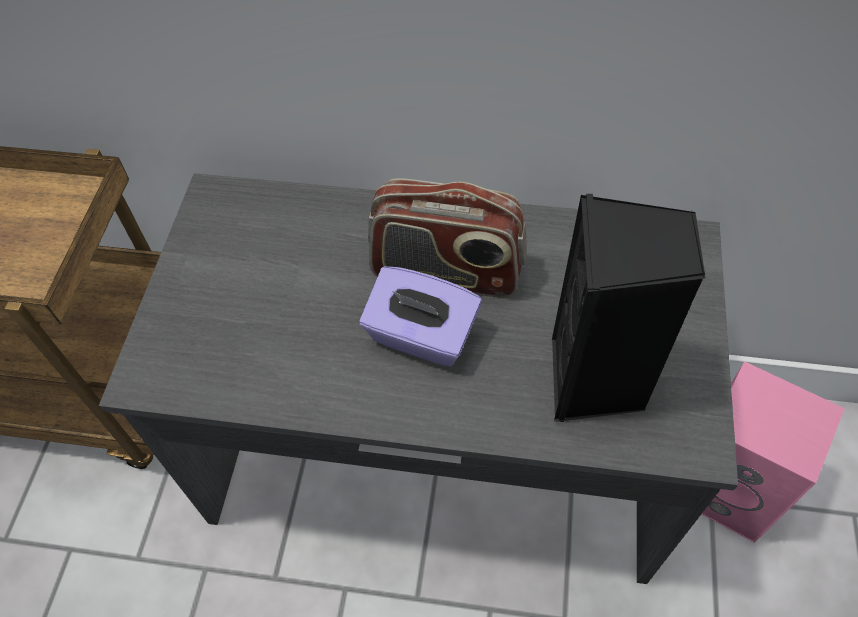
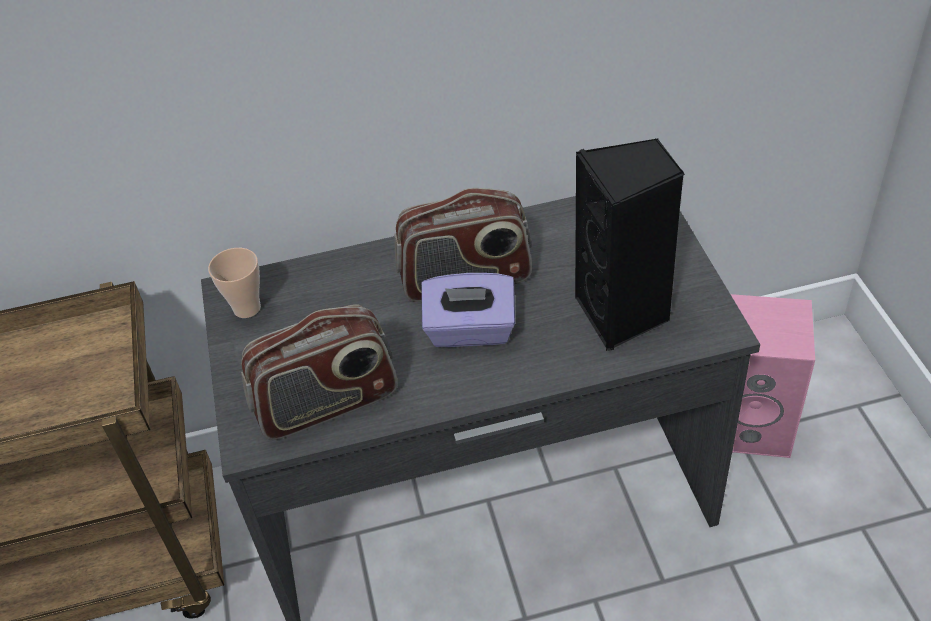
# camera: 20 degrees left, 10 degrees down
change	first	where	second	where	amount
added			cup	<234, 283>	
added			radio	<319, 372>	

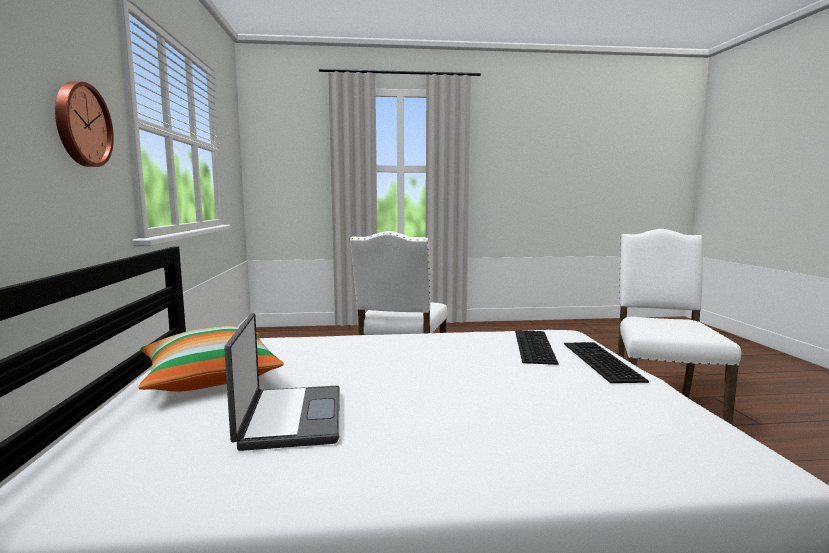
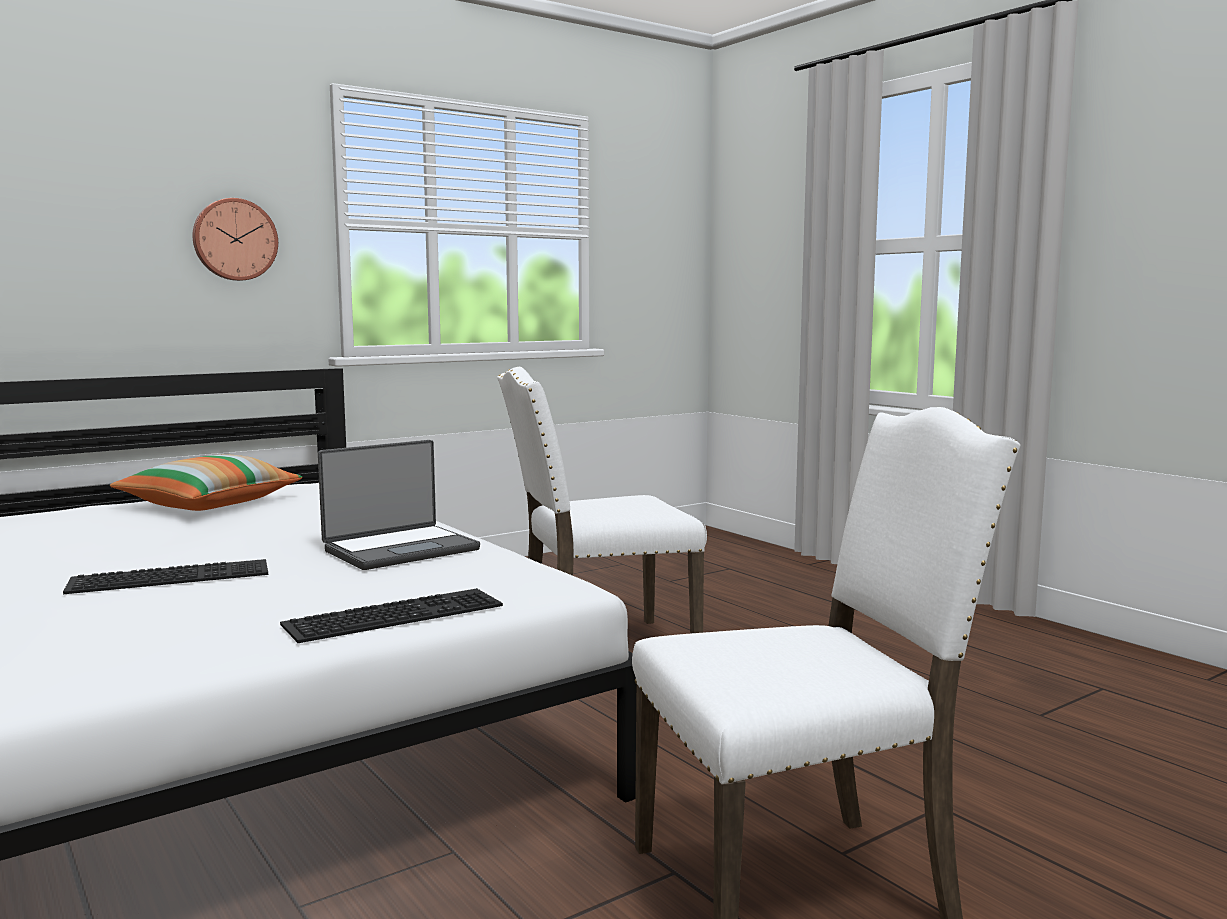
# camera: 60 degrees right, 0 degrees up
change	first	where	second	where	amount
moved	laptop	<282, 382>		<399, 505>	
moved	keyboard	<536, 347>		<165, 576>	

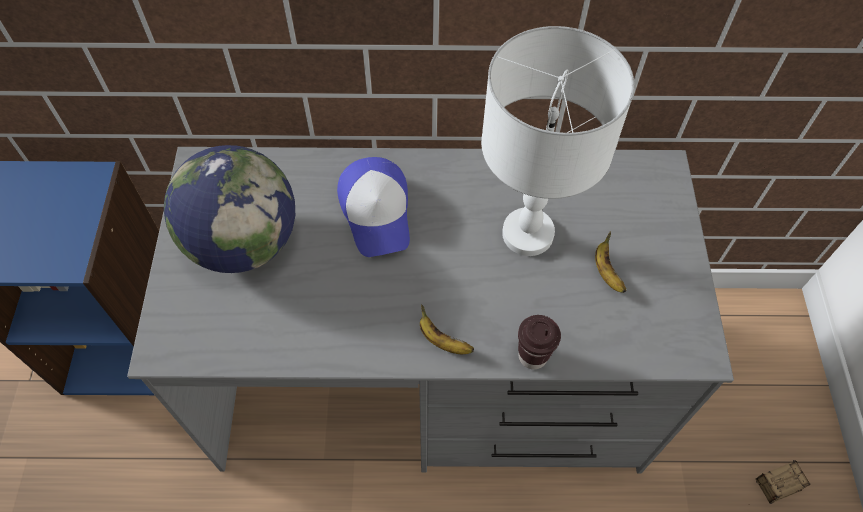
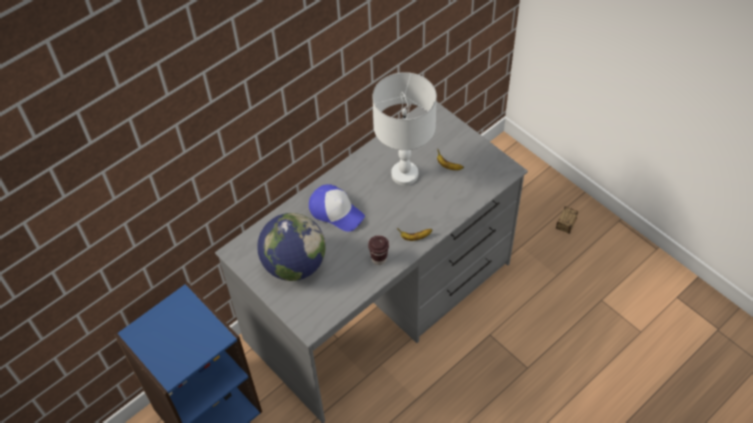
# camera: 40 degrees left, 5 degrees down
change	first	where	second	where	amount
moved	brown cup	<539, 342>		<378, 250>	

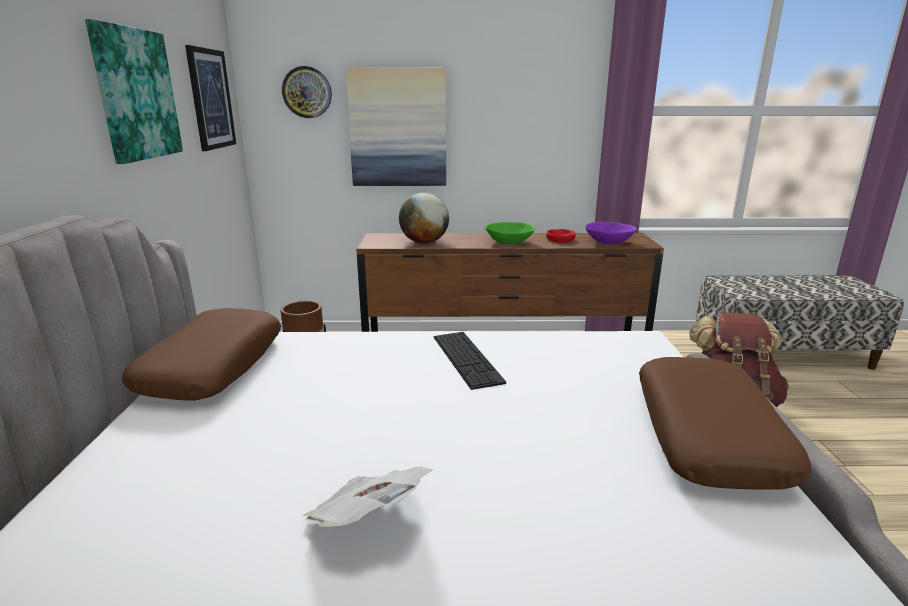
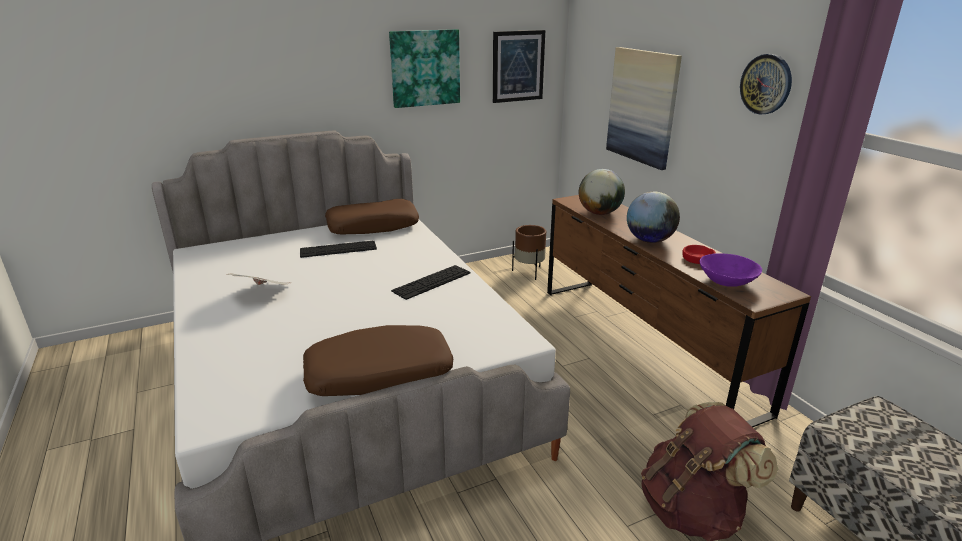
# camera: 65 degrees right, 5 degrees up
change	first	where	second	where	amount
moved	wall clock	<307, 92>		<766, 84>	
replaced	green bowl	<510, 233>	globe	<653, 217>	
added			keyboard	<338, 249>	

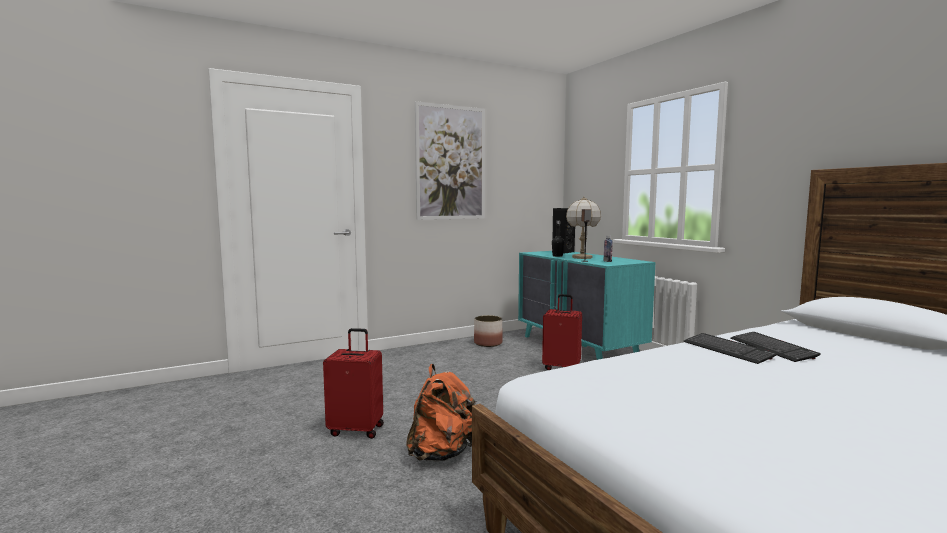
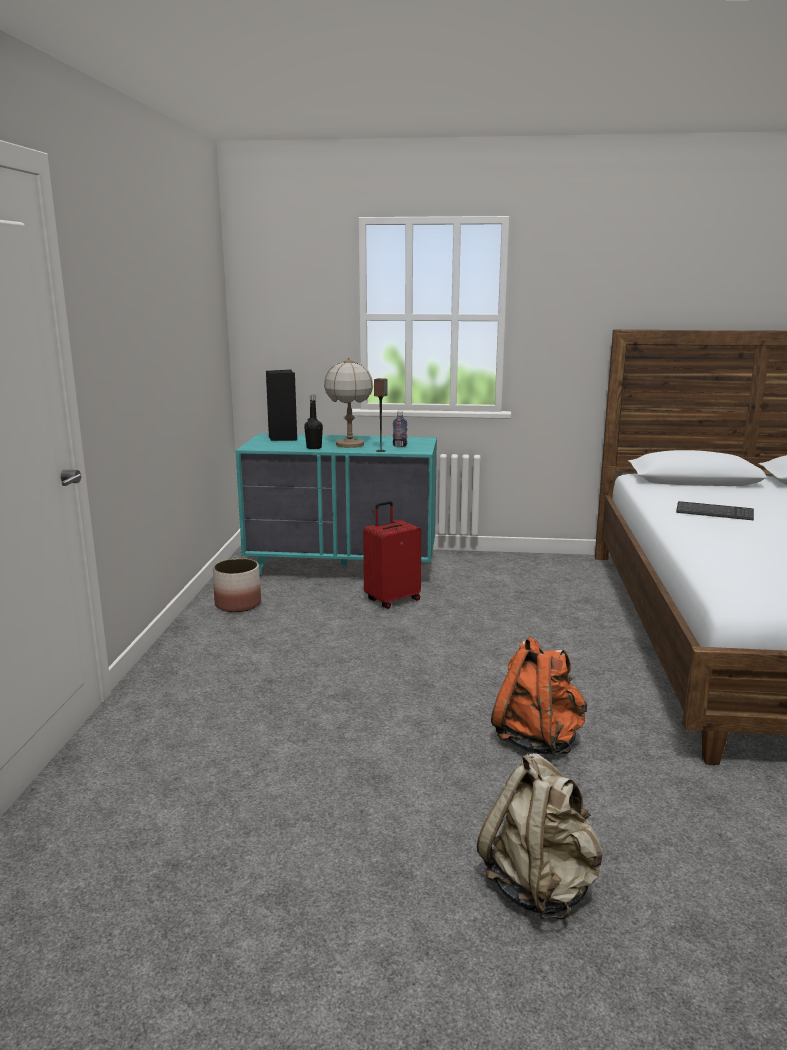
# camera: 55 degrees left, 10 degrees up
change	first	where	second	where	amount
removed	picture	<450, 160>			
removed	red suitcase	<353, 383>			
removed	keyboard	<730, 348>			
added			beige backpack	<540, 836>	

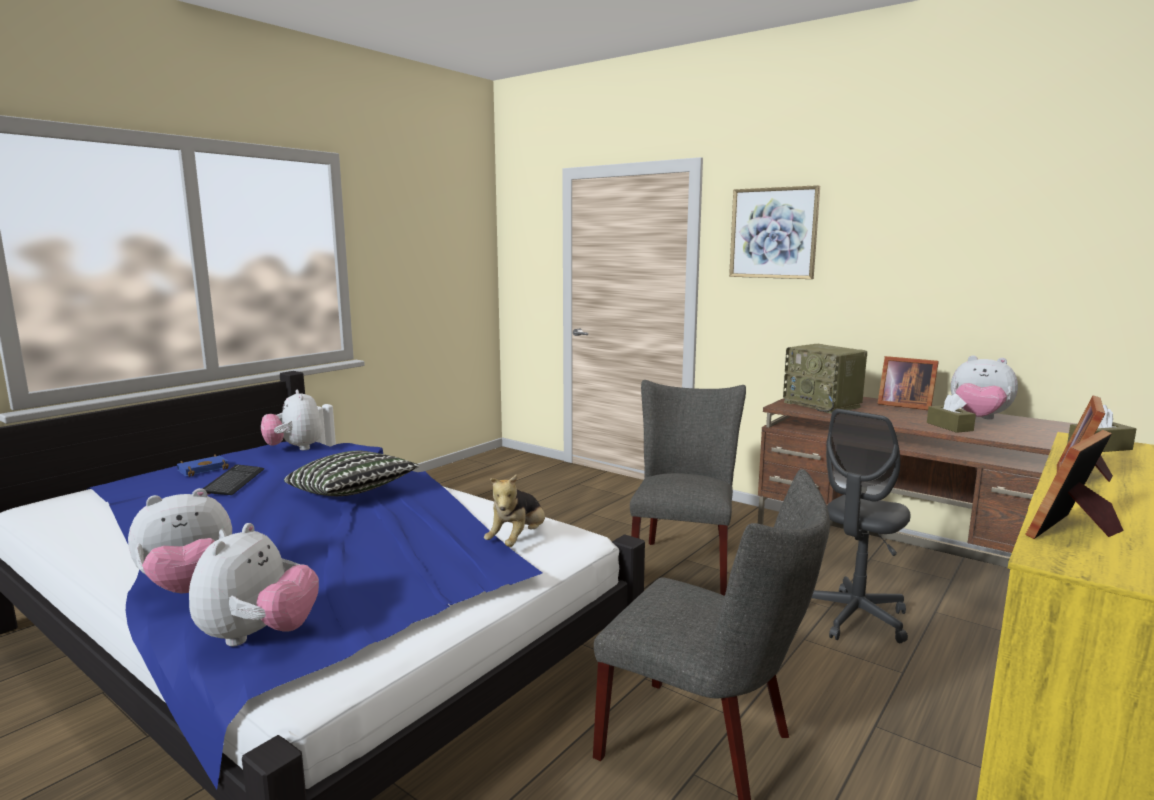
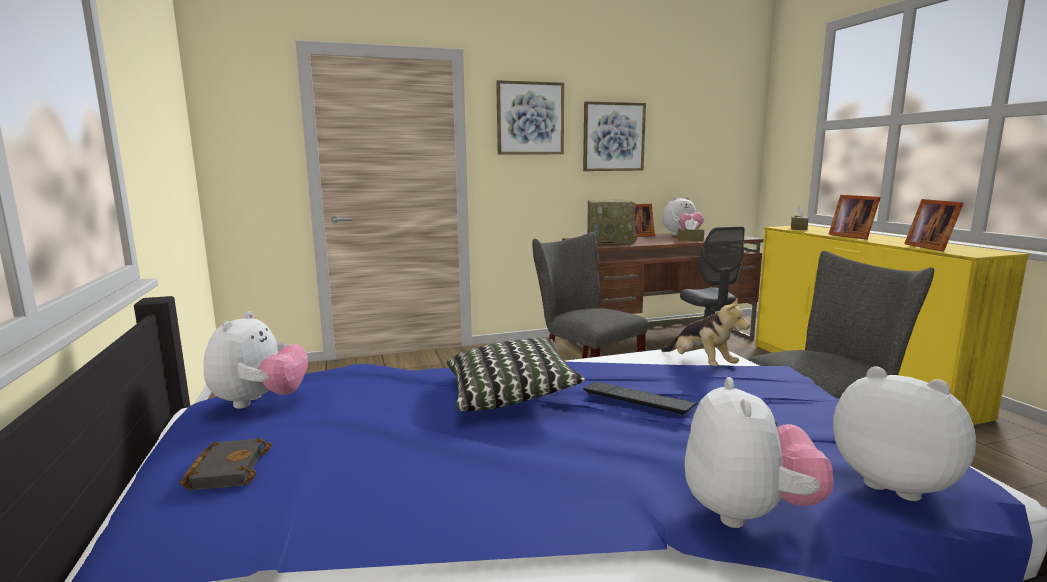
# camera: 55 degrees left, 0 degrees up
change	first	where	second	where	amount
turned	plush toy	<292, 420>		<255, 360>	90 degrees counterclockwise
recoloured	blue book	<203, 465>	black book	<226, 464>	
moved	keyboard	<233, 479>		<640, 399>	
added			picture	<614, 136>	

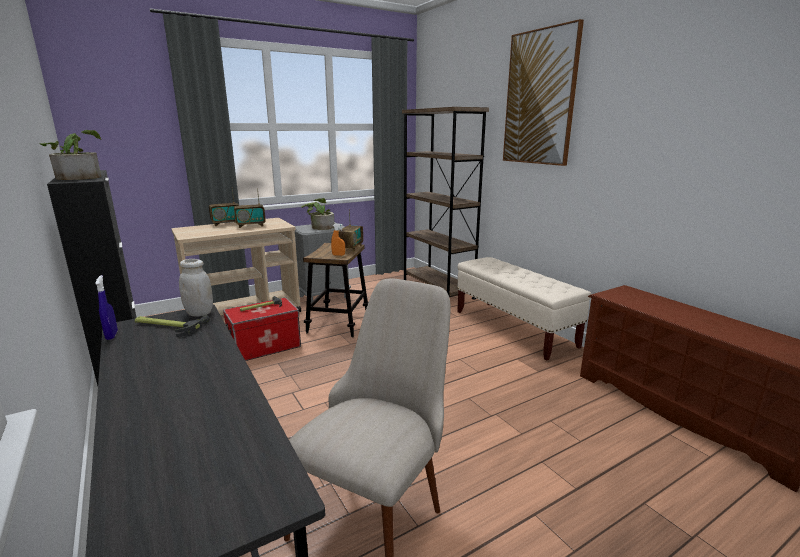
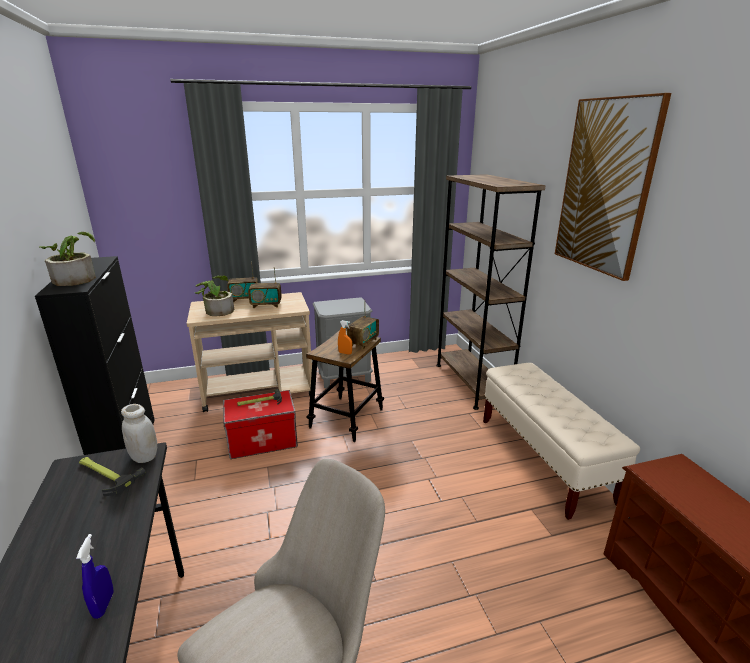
# camera: 15 degrees right, 5 degrees up
change	first	where	second	where	amount
moved	potted plant	<317, 214>		<214, 295>	
moved	blue spray bottle	<106, 307>		<95, 576>	

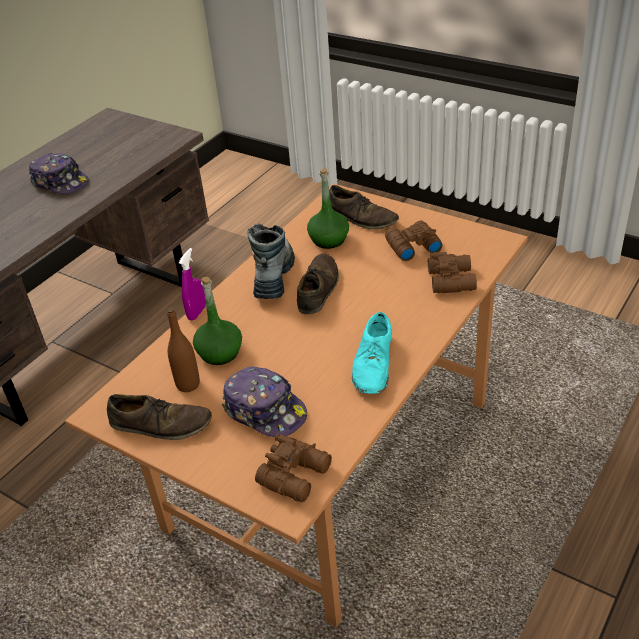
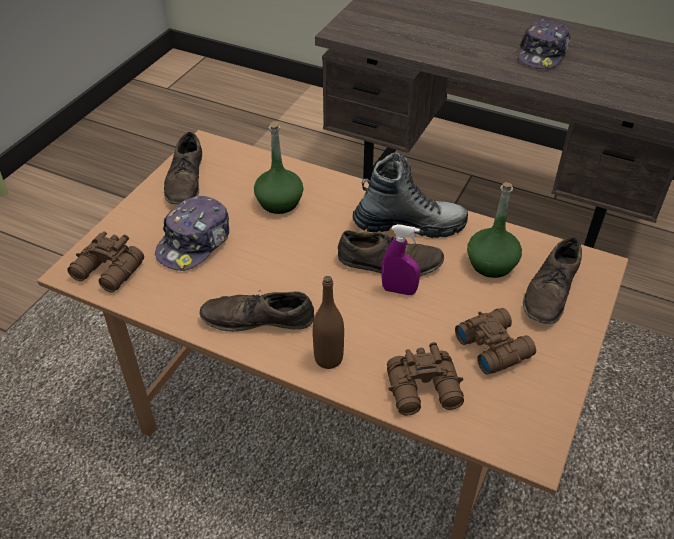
# camera: 80 degrees right, 5 degrees up
change	first	where	second	where	amount
moved	purple spray bottle	<192, 284>		<400, 259>	
moved	brown bottle	<183, 350>		<328, 322>	
recoloured	turquoise shoe	<372, 353>	brown shoe	<257, 311>	

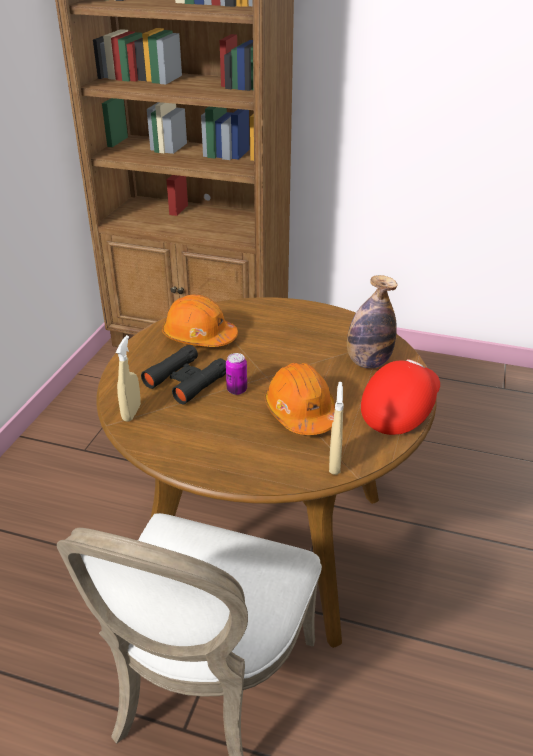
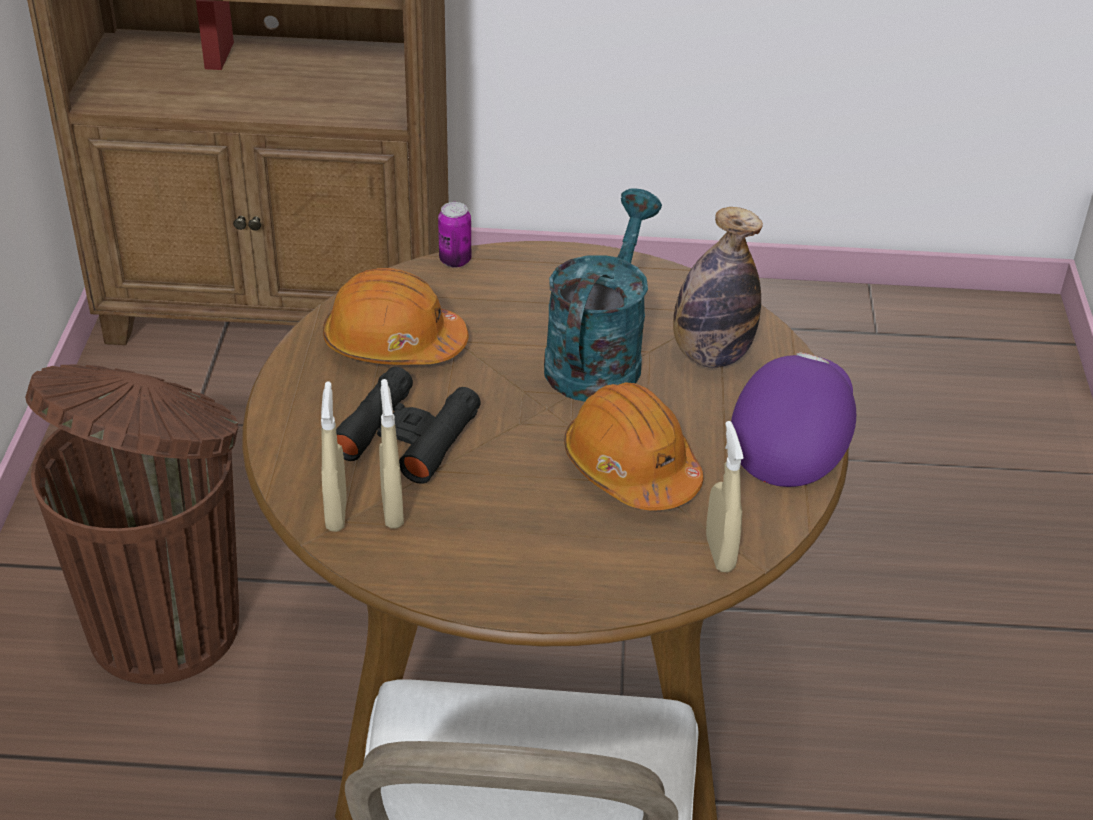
# camera: 15 degrees left, 5 degrees up
change	first	where	second	where	amount
moved	can	<236, 374>		<454, 235>	
recoloured	red cap	<400, 397>	purple cap	<793, 419>	
added			turquoise watering can	<603, 295>	
added			brown trash can	<132, 524>	
added			beige spray bottle	<391, 453>	

